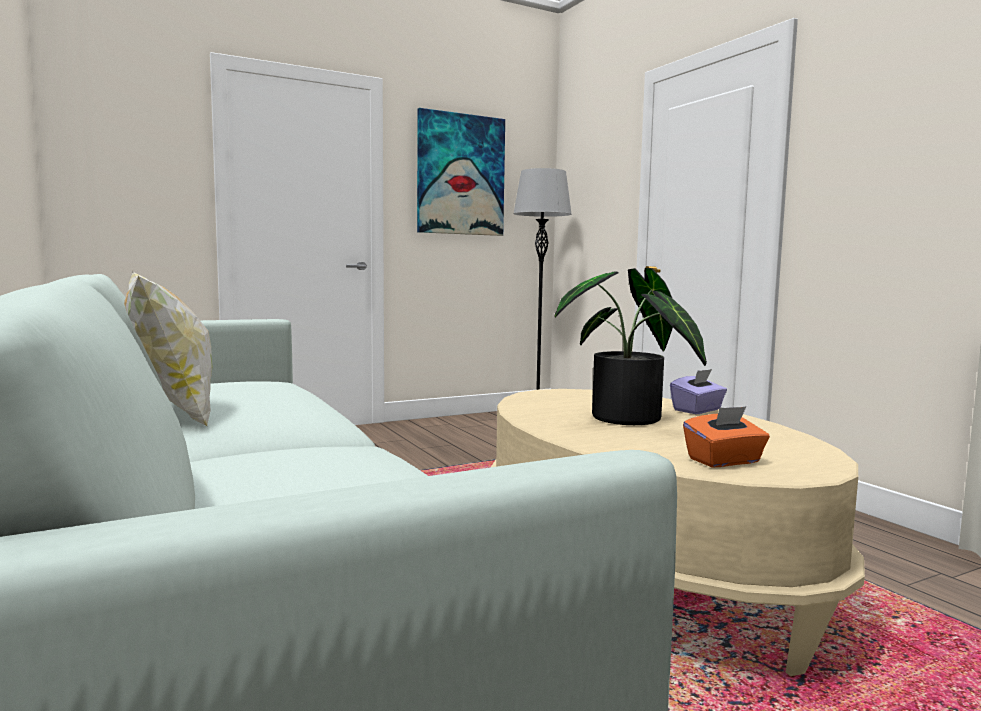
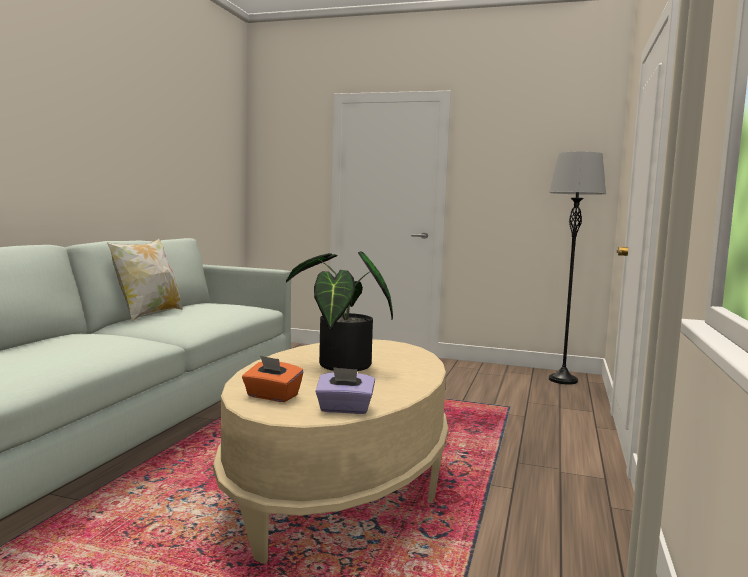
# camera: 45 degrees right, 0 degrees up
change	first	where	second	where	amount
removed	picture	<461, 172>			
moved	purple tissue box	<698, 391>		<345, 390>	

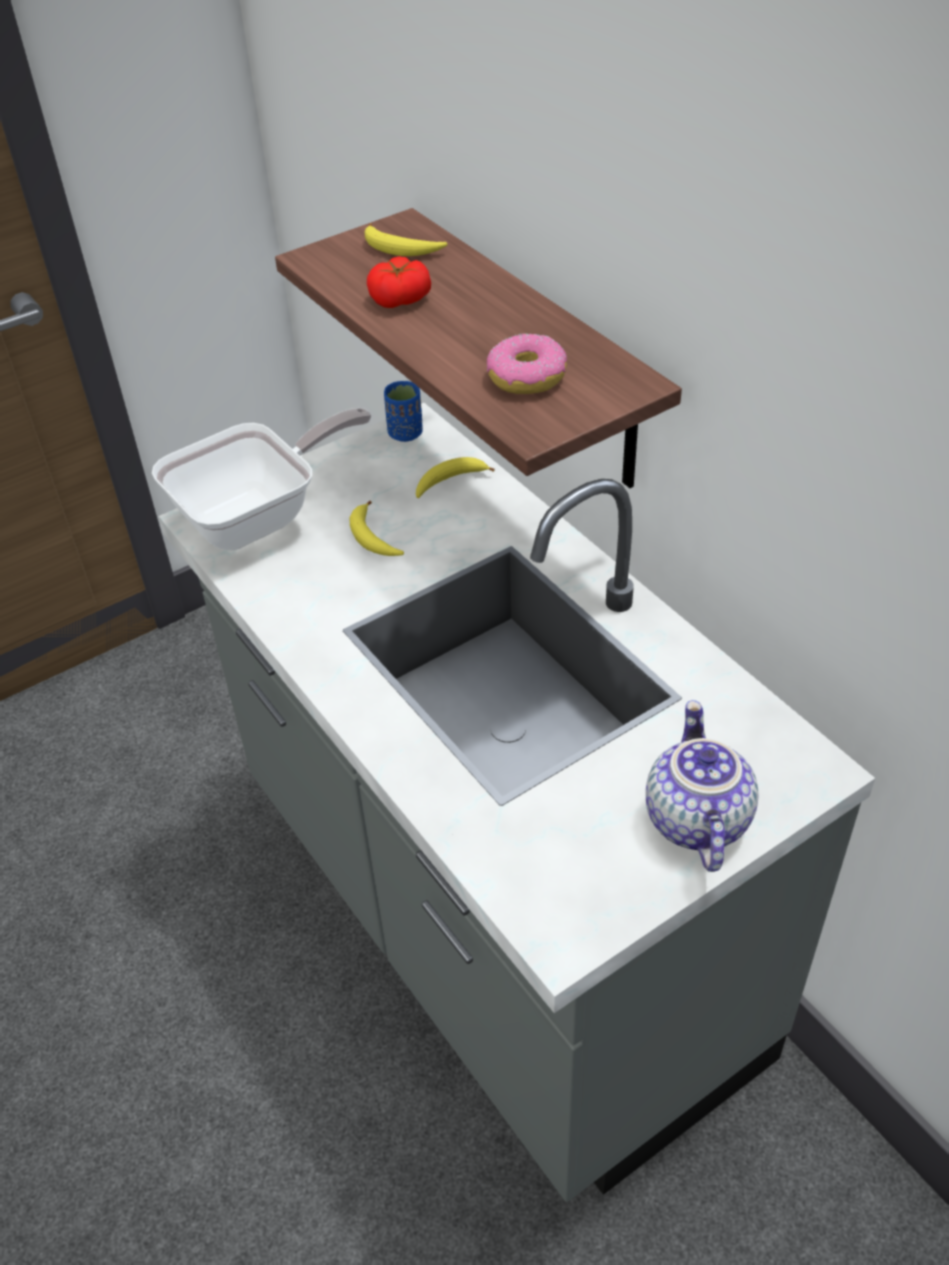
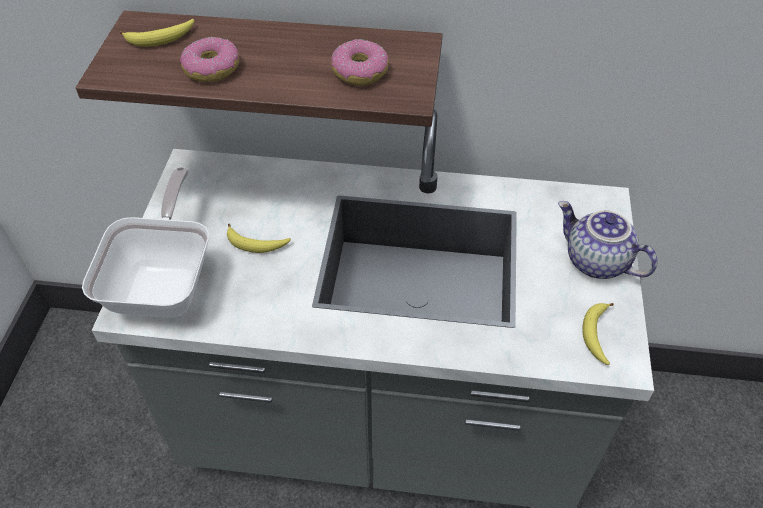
# camera: 50 degrees left, 5 degrees up
change	first	where	second	where	amount
replaced	tomato	<399, 282>	donut	<209, 59>	
removed	blue cup	<403, 411>			
moved	banana	<455, 477>		<598, 334>	

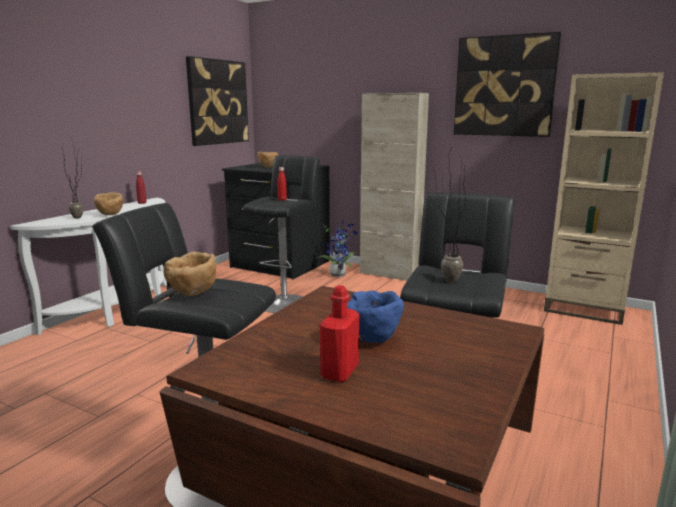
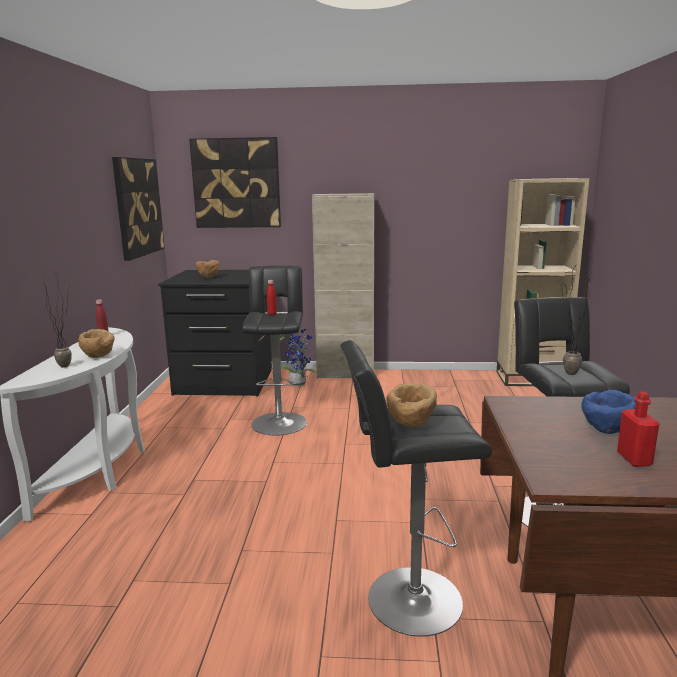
# camera: 25 degrees left, 0 degrees up
change	first	where	second	where	amount
moved	picture	<507, 84>		<235, 182>	

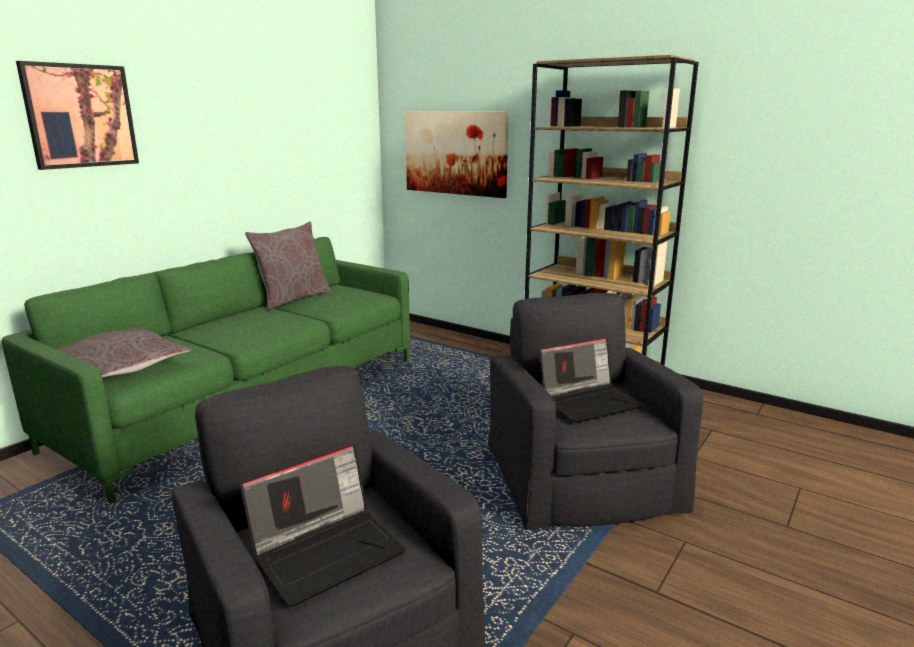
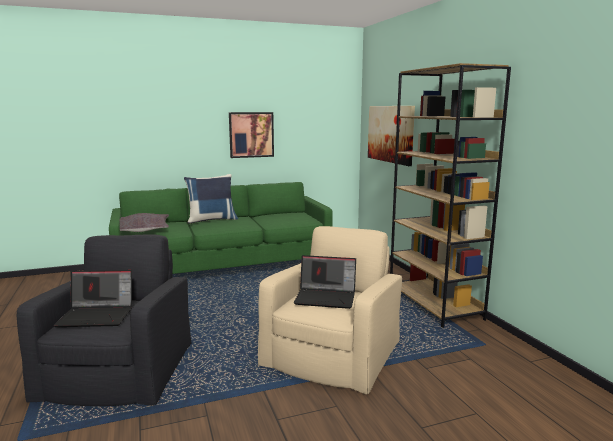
# camera: 35 degrees right, 5 degrees down
change	first	where	second	where	amount
moved	picture	<77, 115>		<251, 135>	
removed	grey pillow	<288, 265>			
recoloured	black armchair	<595, 411>	beige armchair	<330, 310>	
added			blue pillow	<211, 199>	

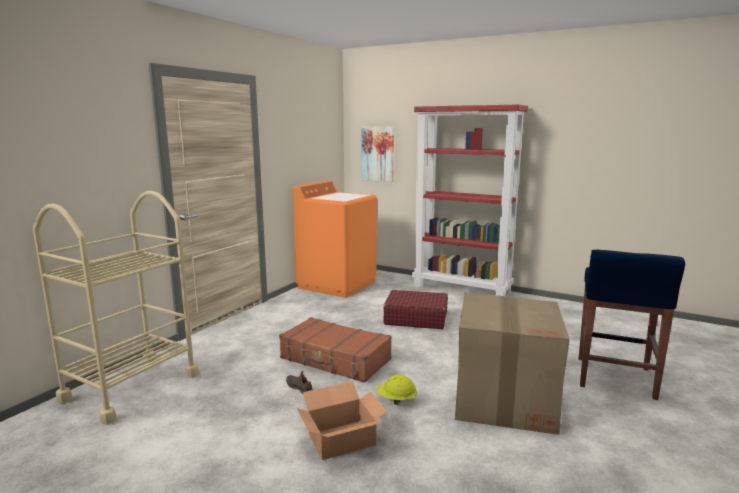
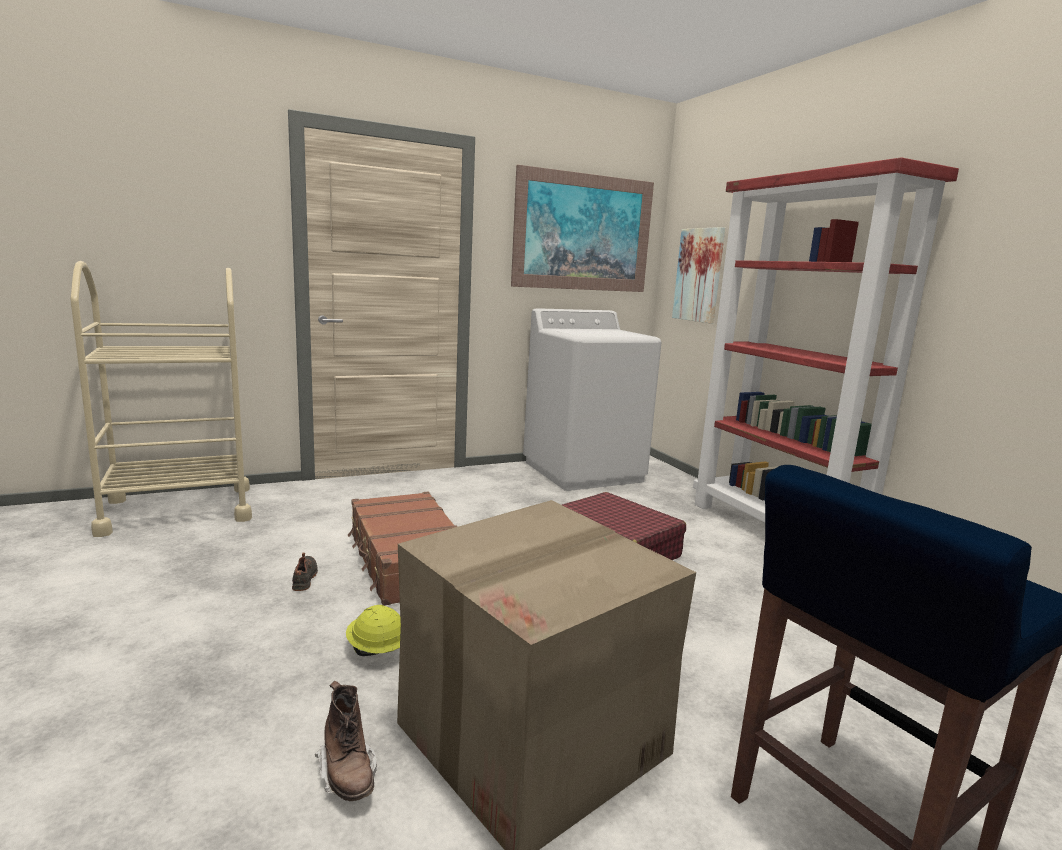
# camera: 35 degrees right, 0 degrees up
change	first	where	second	where	amount
recoloured	orange washing machine	<335, 239>	white washing machine	<592, 399>	
removed	cardboard box	<342, 420>			
added			picture	<582, 228>	
added			brown boot	<346, 741>	

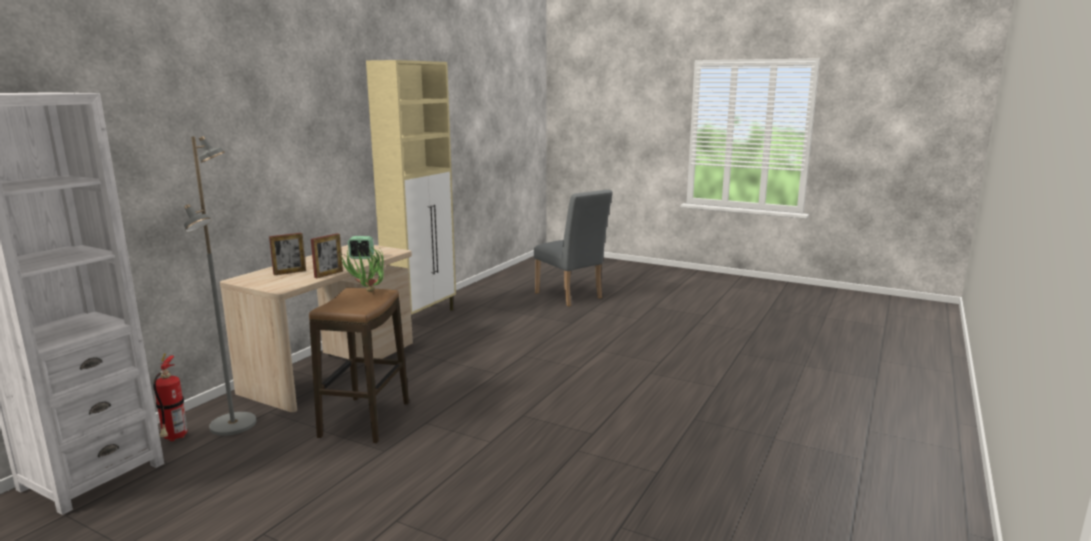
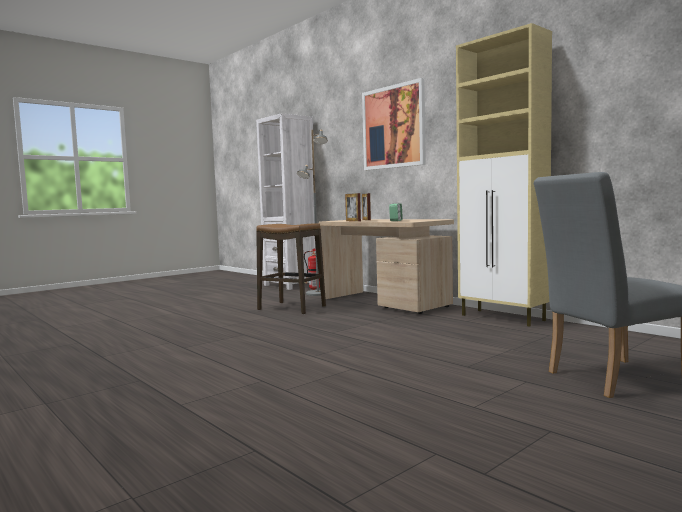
# camera: 110 degrees right, 10 degrees down
change	first	where	second	where	amount
removed	potted plant	<362, 269>			
added			picture	<394, 124>	

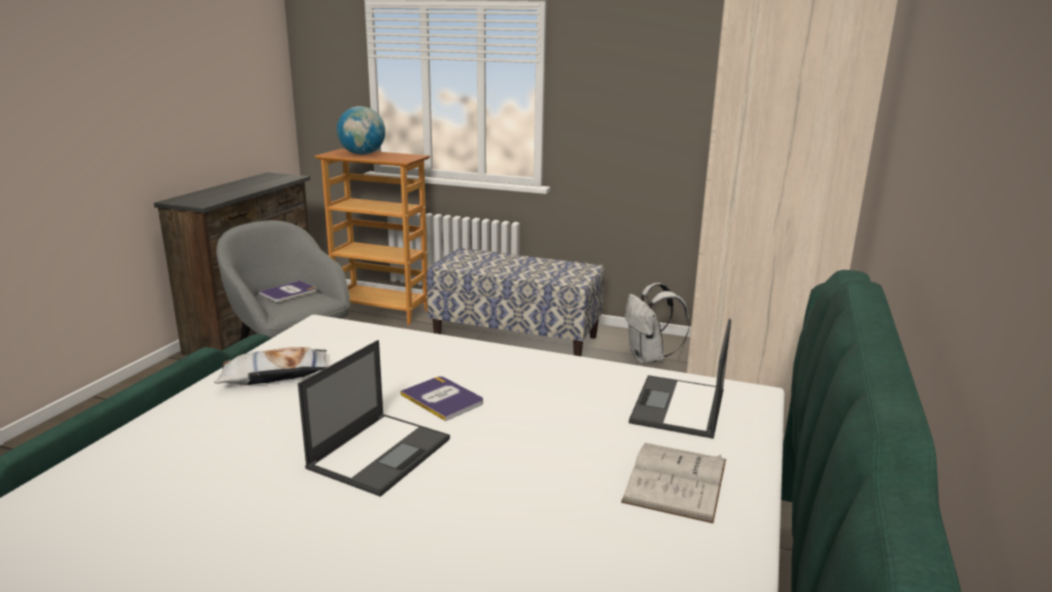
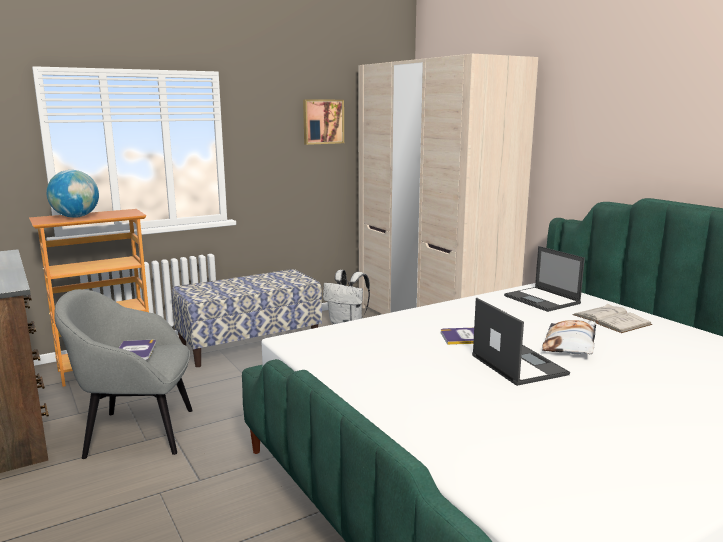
# camera: 50 degrees left, 5 degrees down
change	first	where	second	where	amount
moved	pillow	<271, 366>		<569, 337>	
added			picture	<323, 122>	

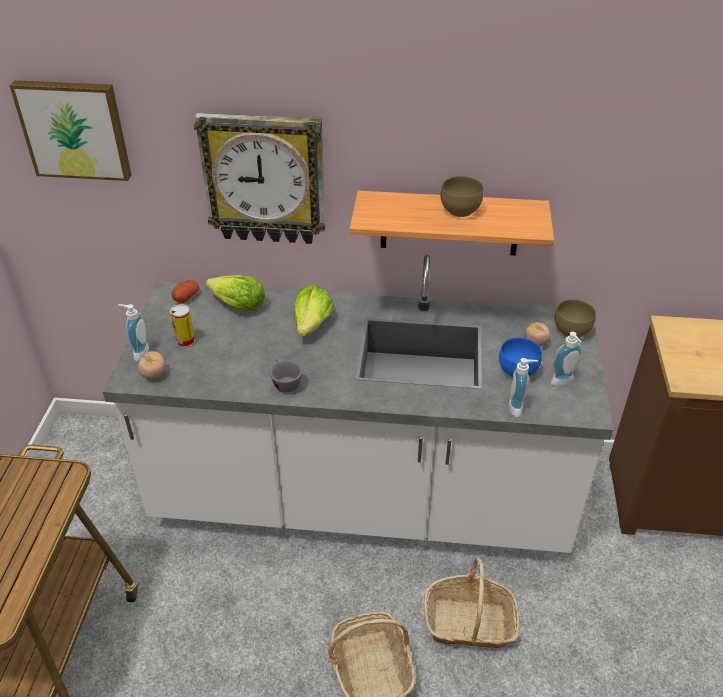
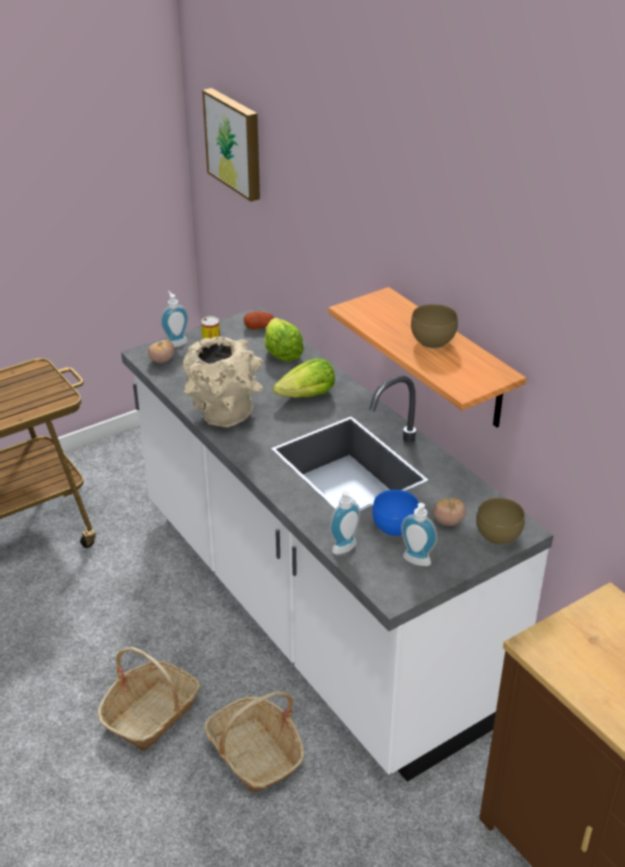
# camera: 50 degrees right, 5 degrees down
change	first	where	second	where	amount
removed	wall clock	<260, 178>			
replaced	grey cup	<286, 375>	beige vase	<223, 382>	

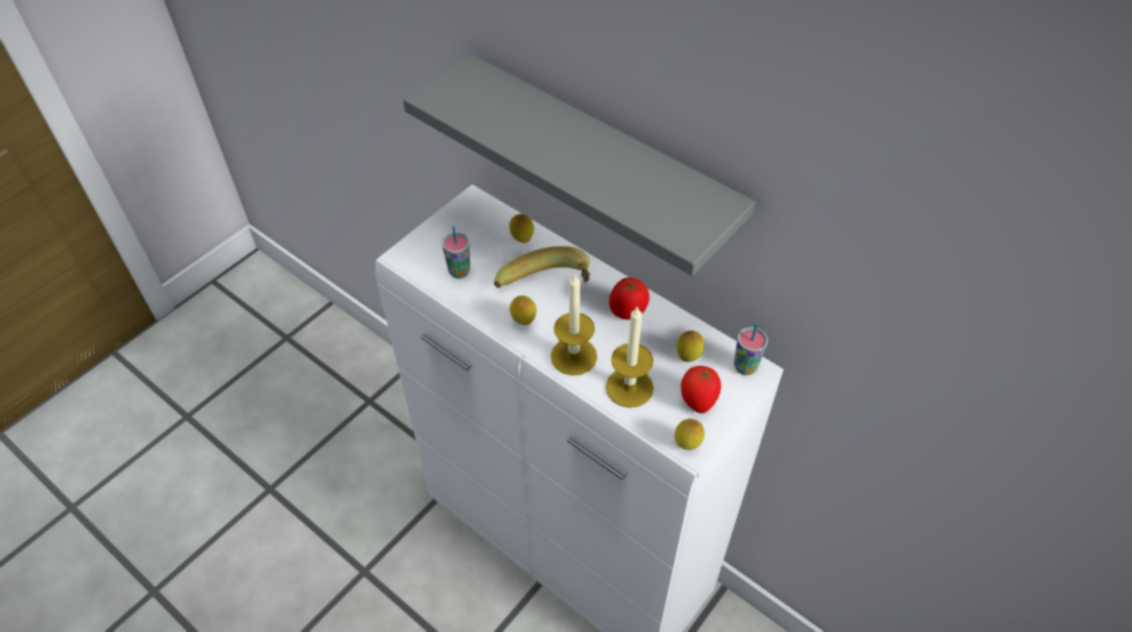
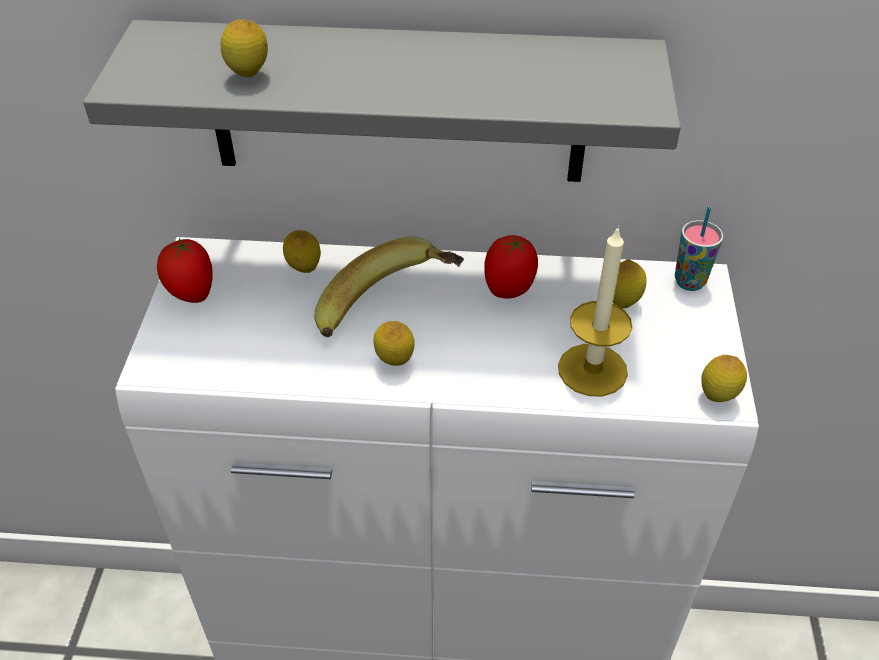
# camera: 35 degrees left, 5 degrees down
change	first	where	second	where	amount
removed	cup	<456, 252>			
removed	candle	<574, 325>			
moved	tomato	<701, 389>		<185, 270>	
added			lemon	<244, 48>	

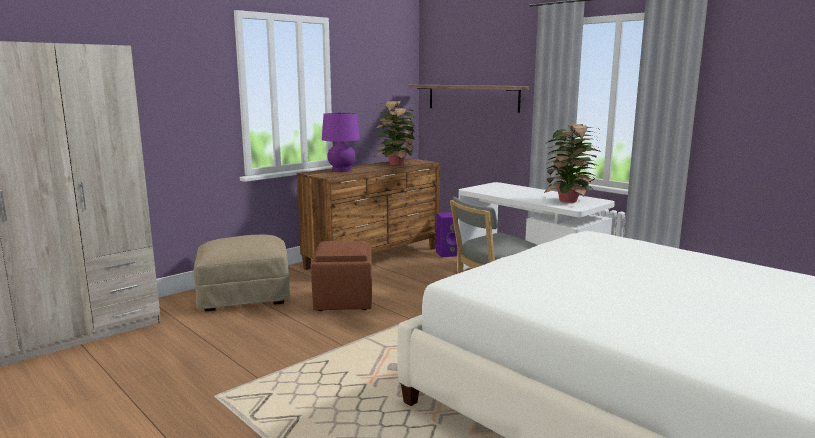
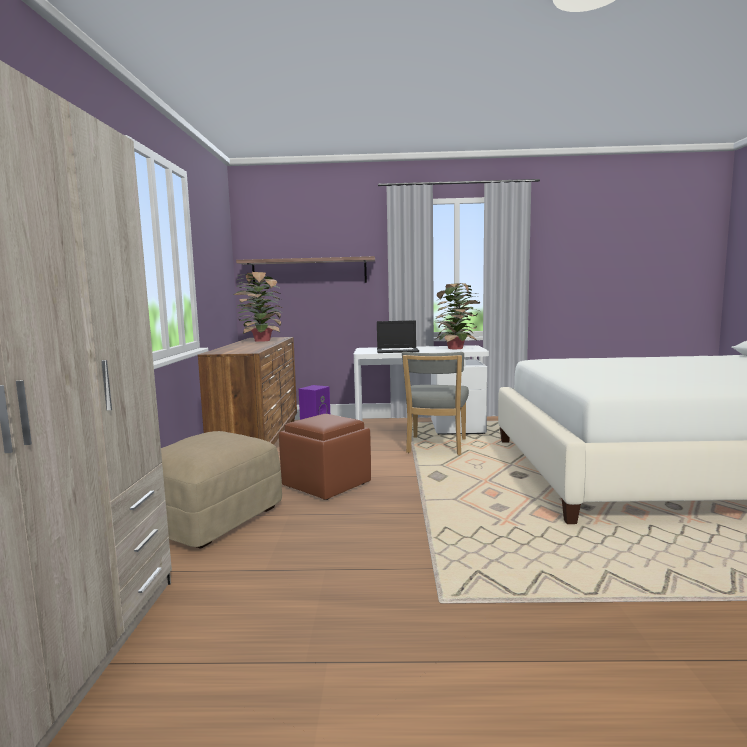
# camera: 45 degrees left, 5 degrees down
change	first	where	second	where	amount
removed	purple table lamp	<341, 141>			
added			laptop	<398, 336>	

